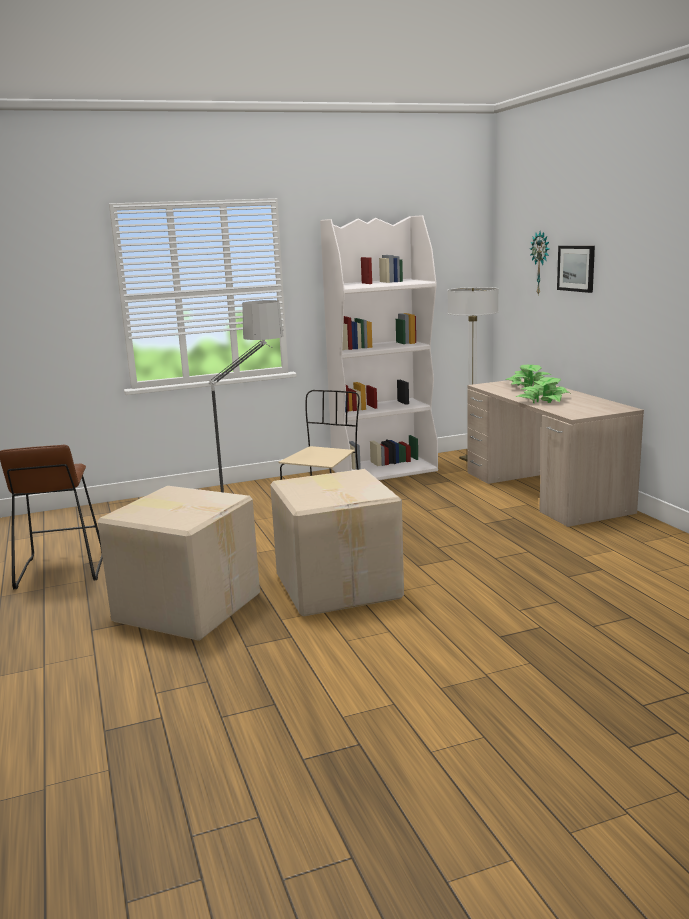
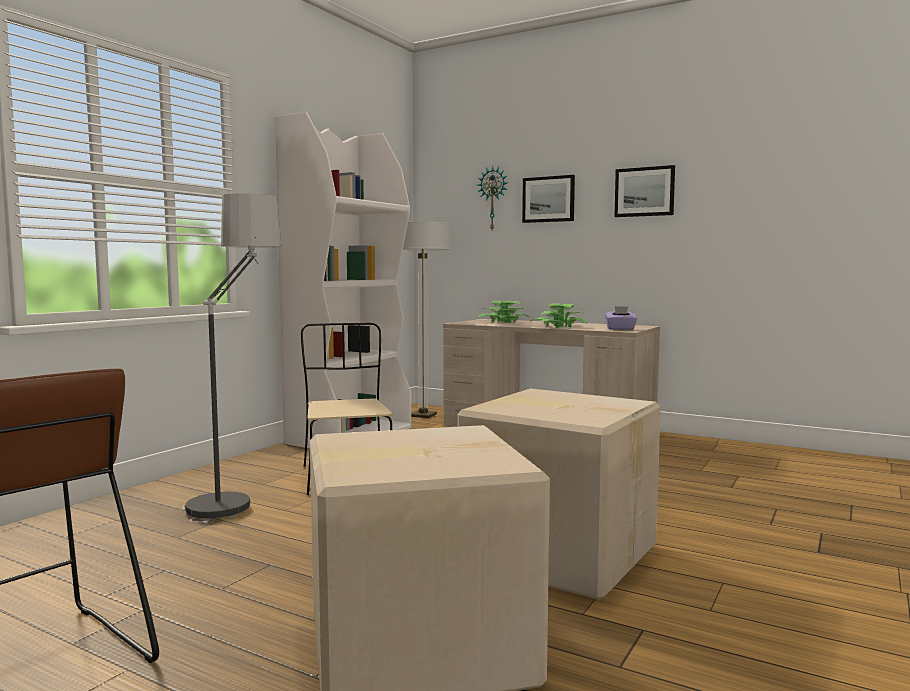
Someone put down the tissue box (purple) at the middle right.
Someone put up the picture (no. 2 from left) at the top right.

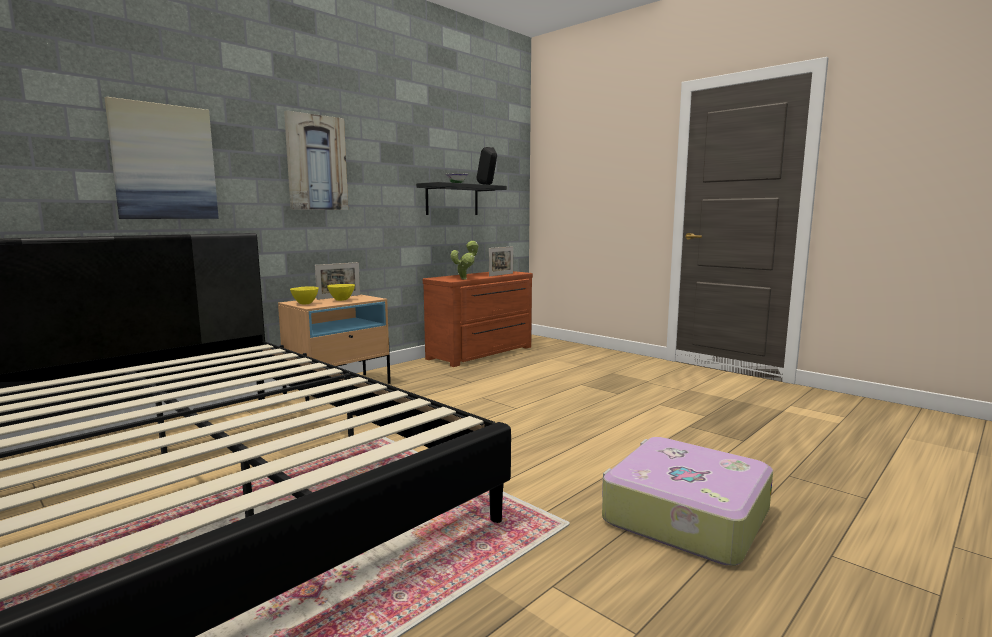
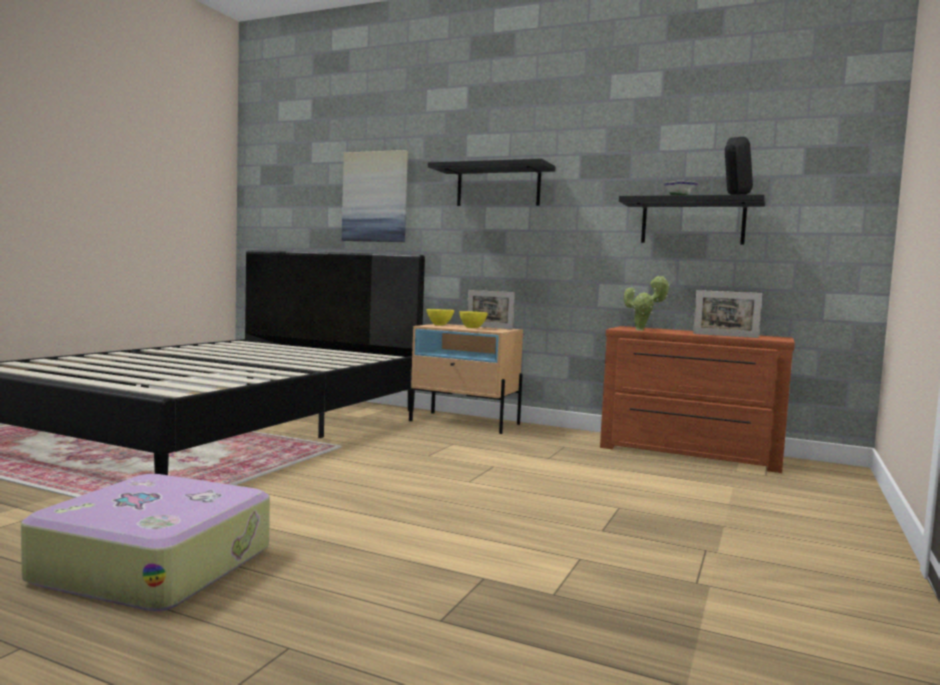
Someone swapped the picture (no. 2 from left) at the top left for the shelf (black) (no. 1 from left) at the top centre.

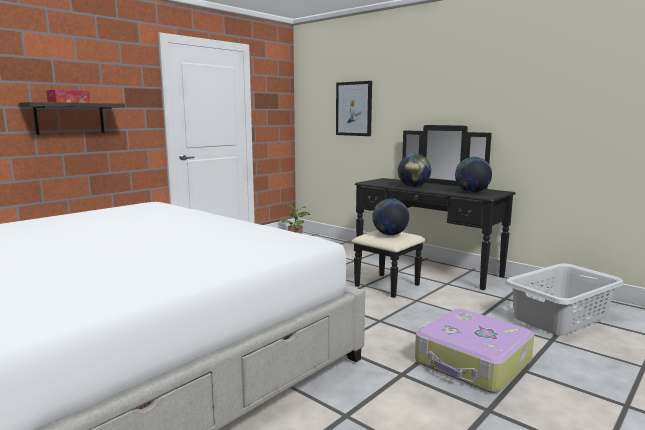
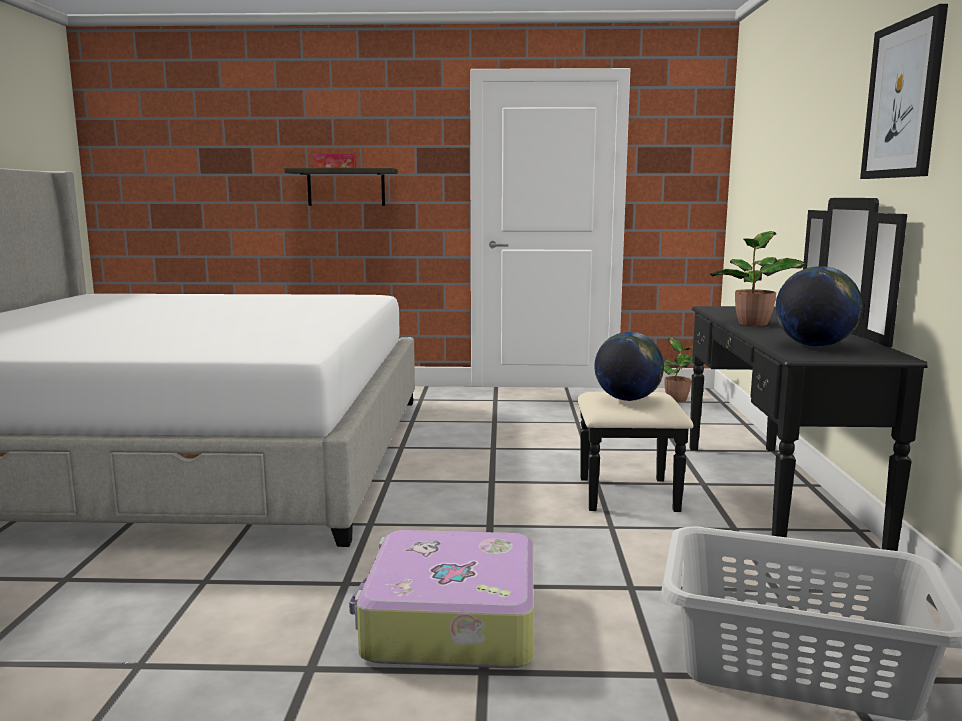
Someone carried the picture from the top centre to the top right.
Someone swapped the globe (no. 2 from left) at the centre for the potted plant (no. 2 from left) at the middle right.

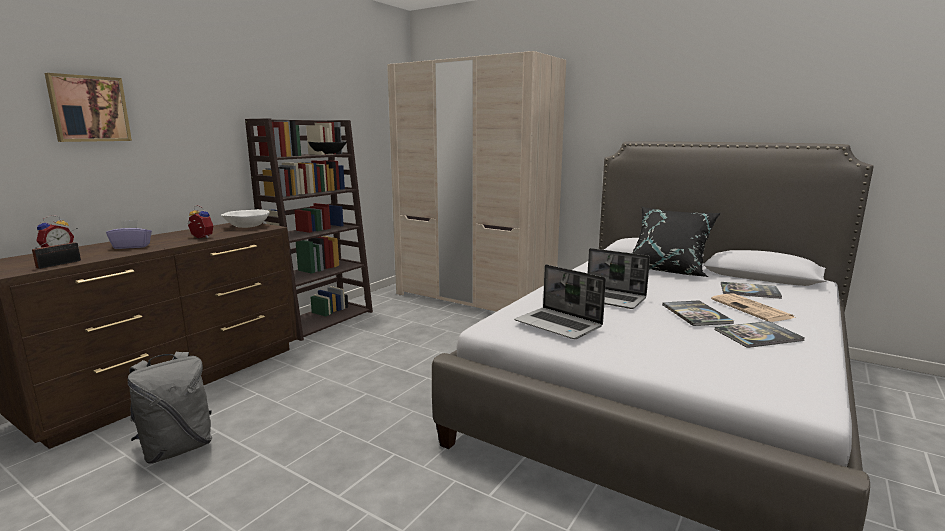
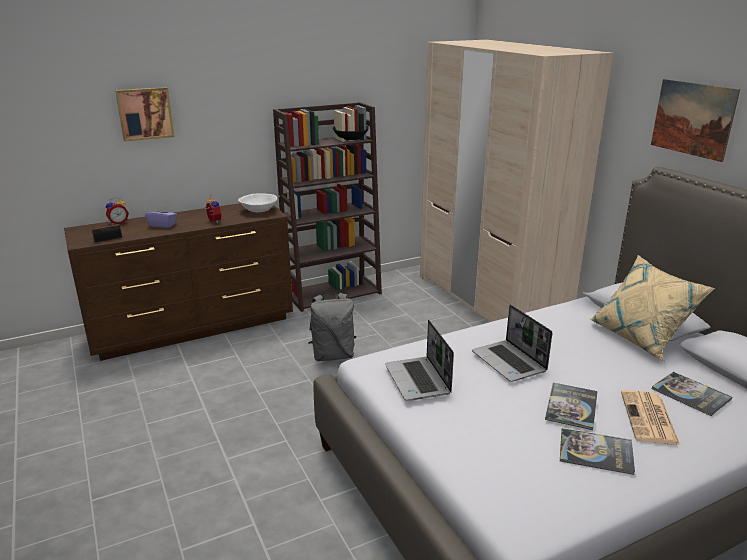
Someone put up the picture (no. 2 from left) at the top right.
Someone carried the backpack (grey) from the bottom left to the centre.
Someone repainted the pillow (black) at the middle right, which became the pillow (beige) at the middle right.

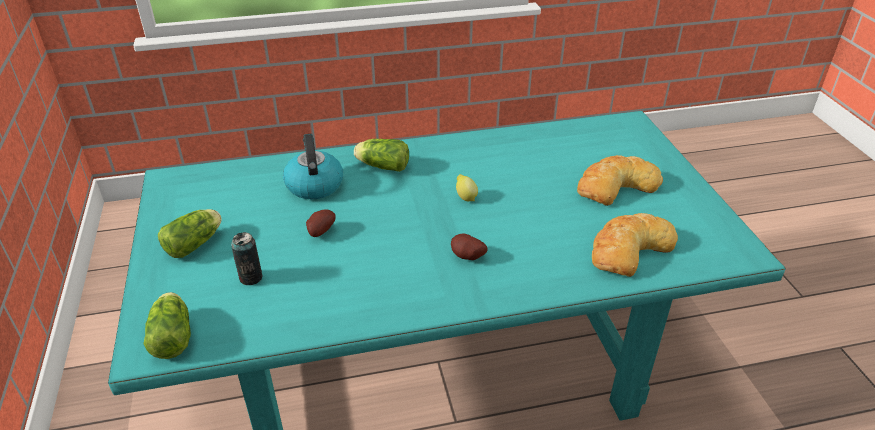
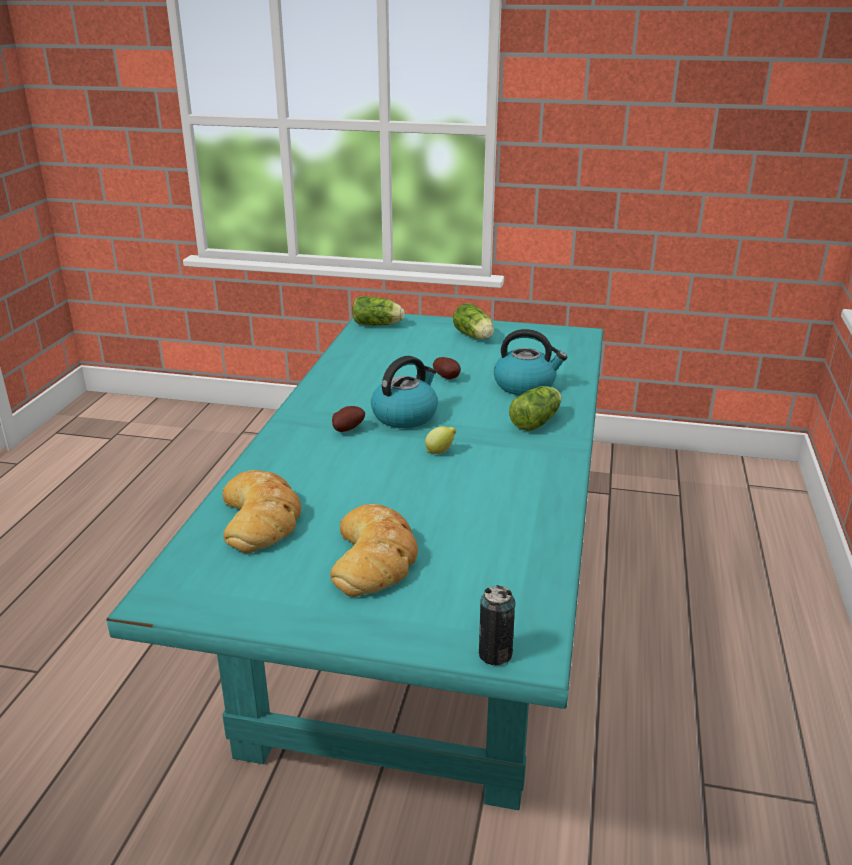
Someone put down the kettle (no. 1 from left) at the centre.
Someone carried the can from the middle left to the bottom centre.

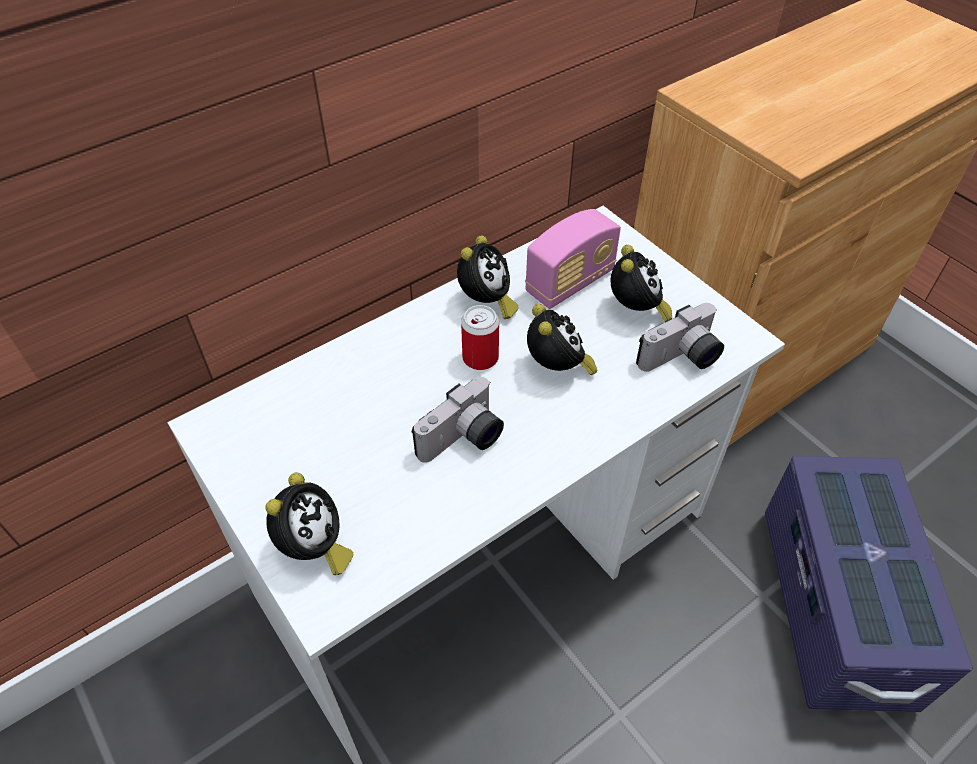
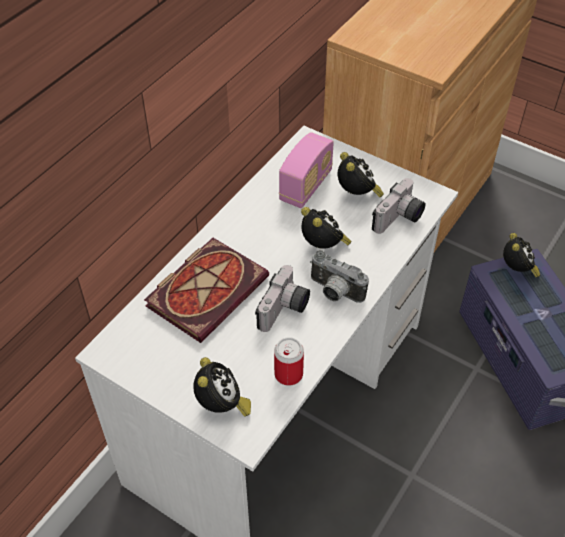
Someone put down the book at the centre.
Someone put down the photo camera (no. 2 from left) at the centre.
Someone carried the alarm clock (no. 2 from left in the first image) from the centre to the middle right.
Someone carried the can from the centre to the bottom centre.

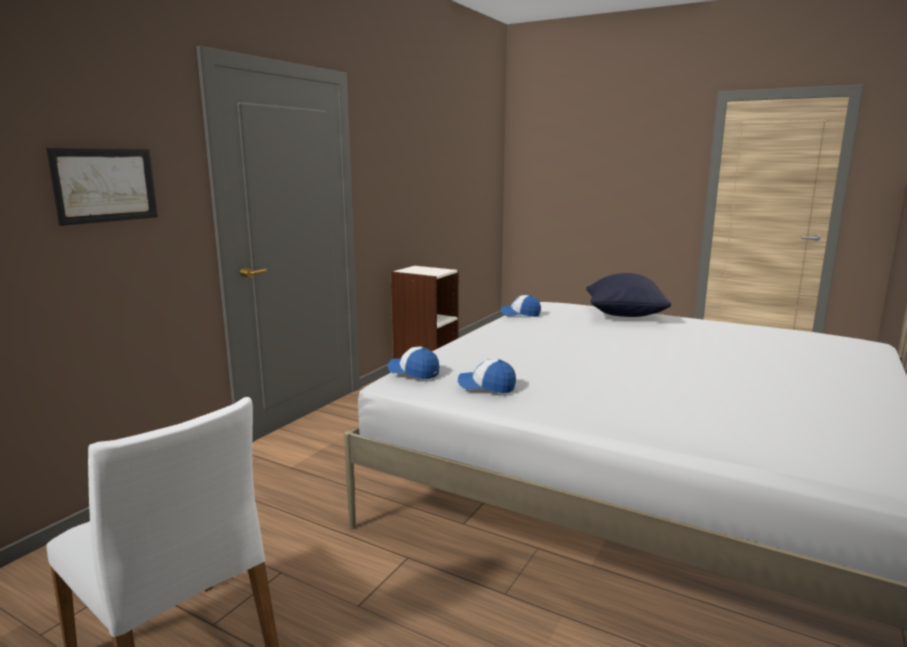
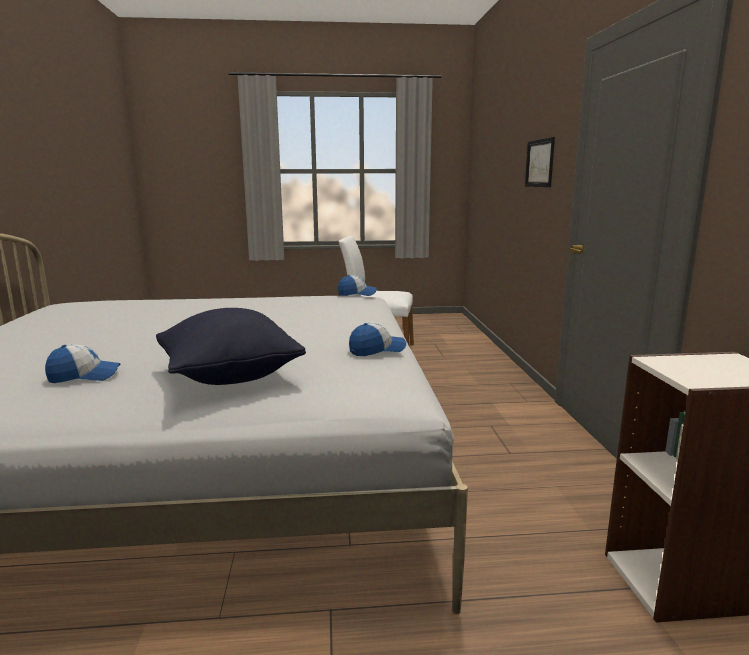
Someone carried the cap (no. 2 from left in the first image) from the centre to the middle left.

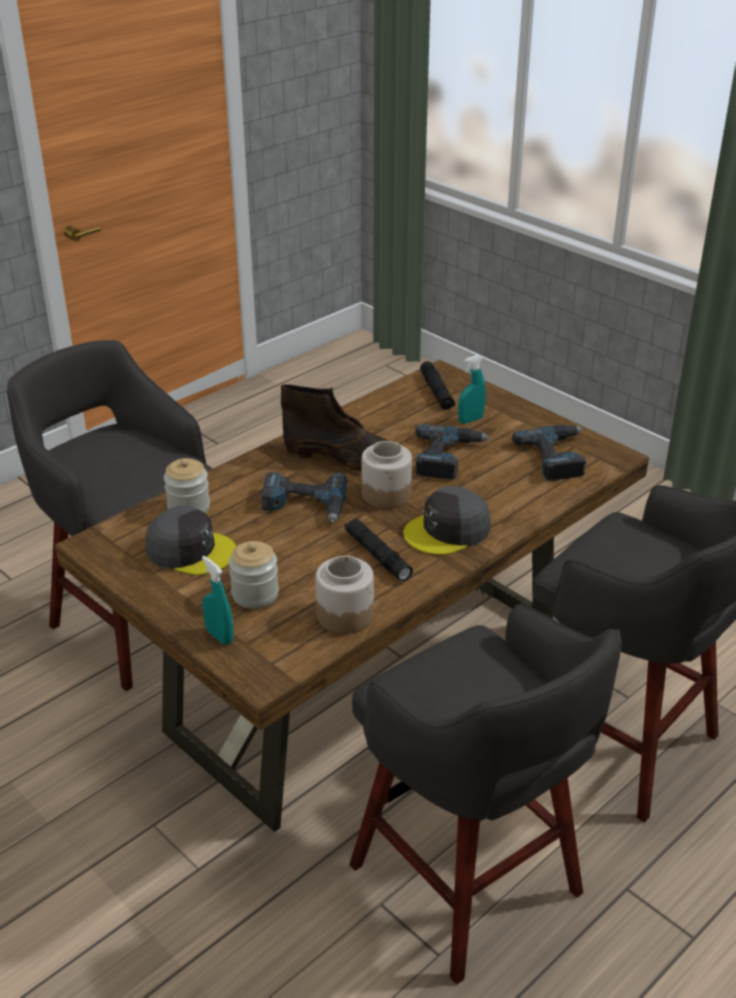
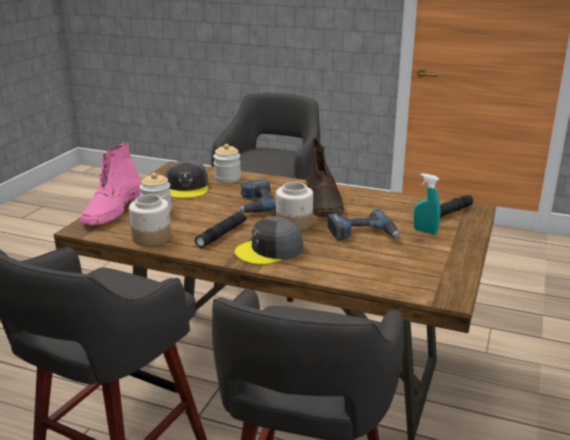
Someone took away the power drill (no. 3 from left) at the middle right.
Someone swapped the spray bottle (turquoise) (no. 1 from left) at the middle left for the boot (pink) at the middle left.
Someone rotated the cap (grey) (no. 2 from left) at the centre by 60 degrees counterclockwise.

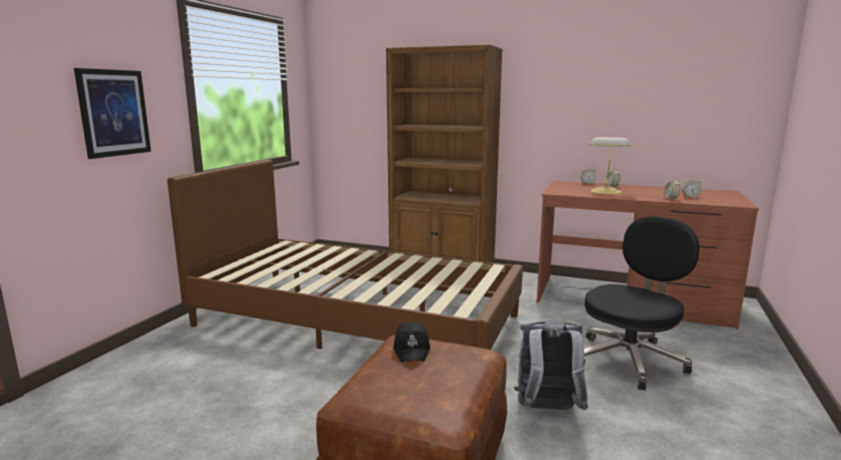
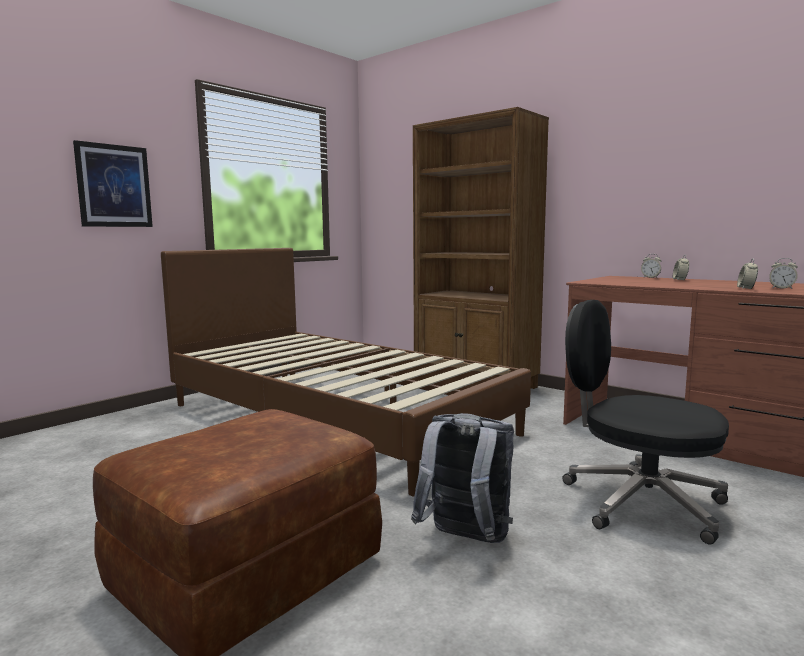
Someone took away the cap (black) at the bottom centre.
Someone took away the table lamp at the middle right.
Someone rotated the office chair (black) at the middle right by 120 degrees counterclockwise.

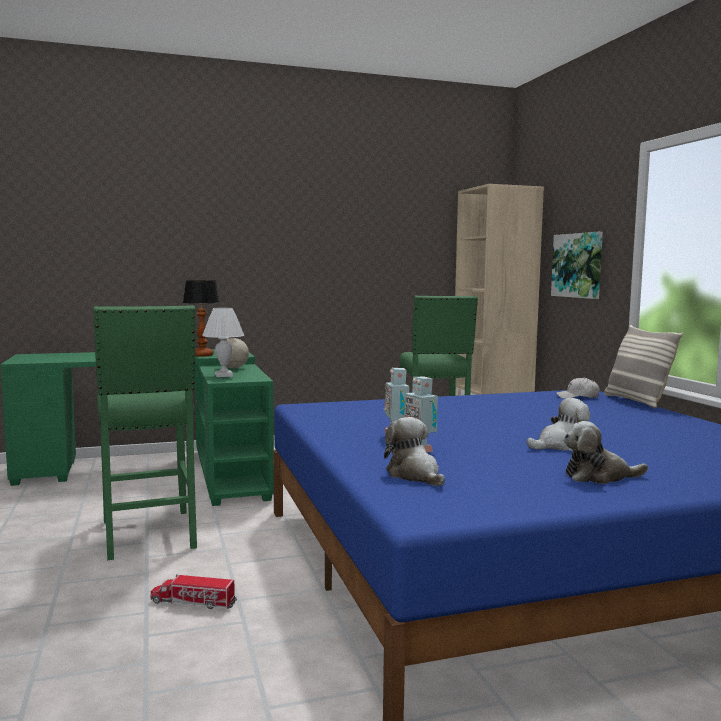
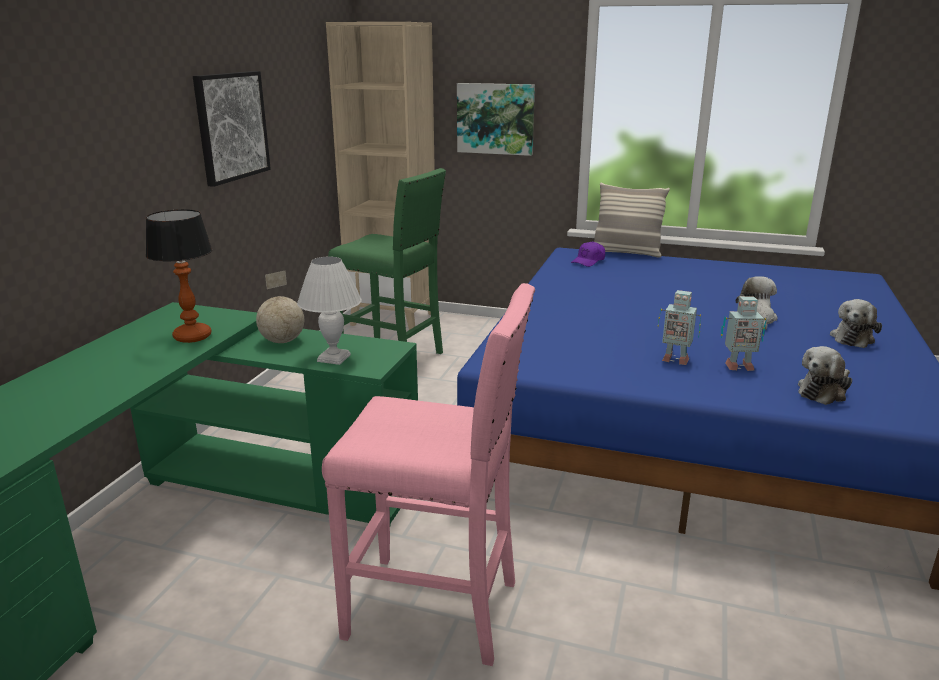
Someone took away the toy truck at the bottom left.
Someone put up the picture (no. 1 from left) at the top left.
Someone repainted the stool (green) (no. 1 from left) at the middle left, which became the stool (pink) at the bottom centre.
Someone repainted the cap (white) at the middle right, which became the cap (purple) at the centre.
Someone rotated the plush toy (no. 1 from left in the first image) at the centre by 45 degrees counterclockwise.

